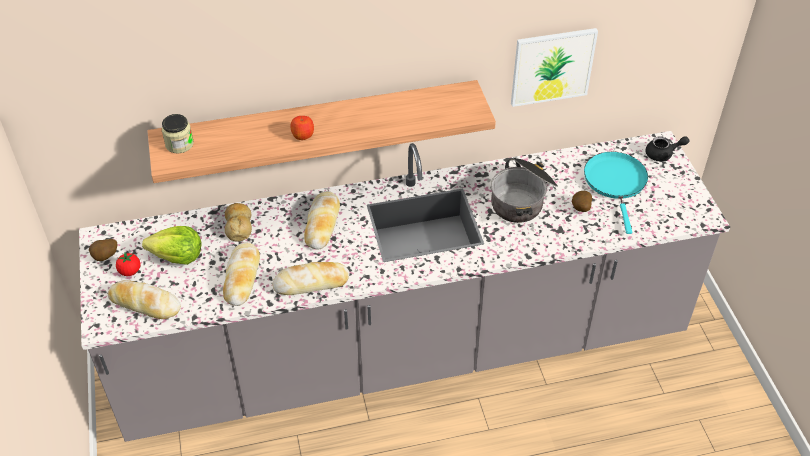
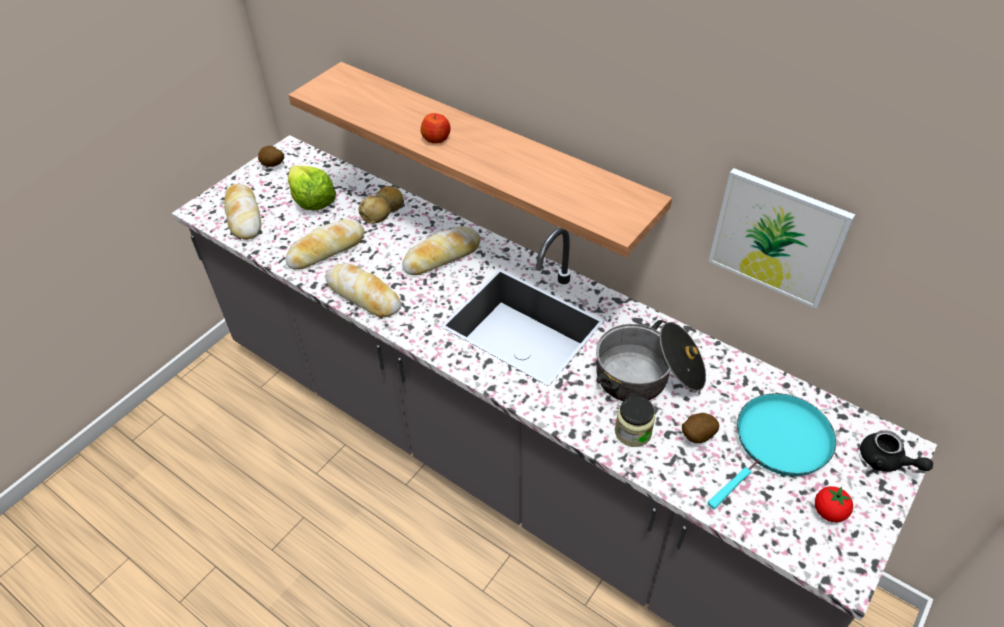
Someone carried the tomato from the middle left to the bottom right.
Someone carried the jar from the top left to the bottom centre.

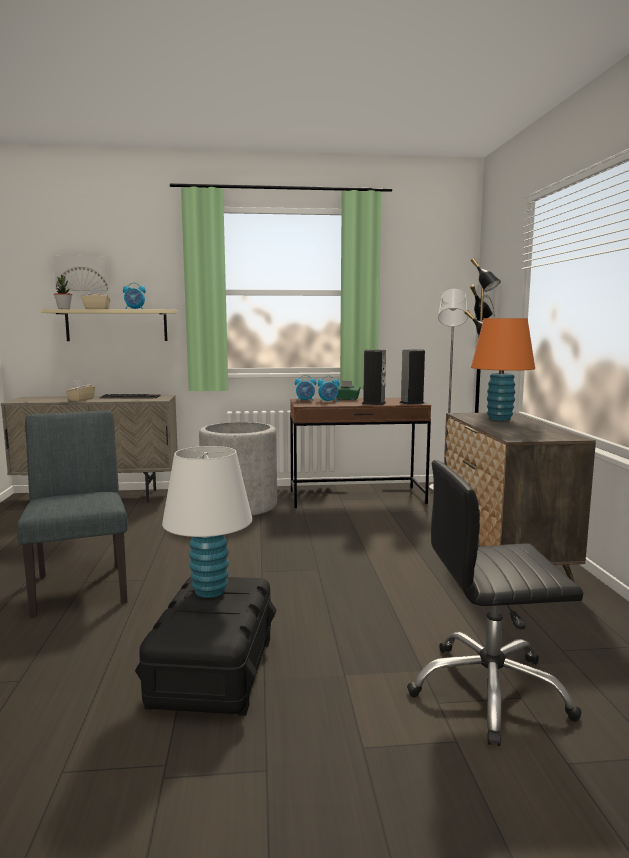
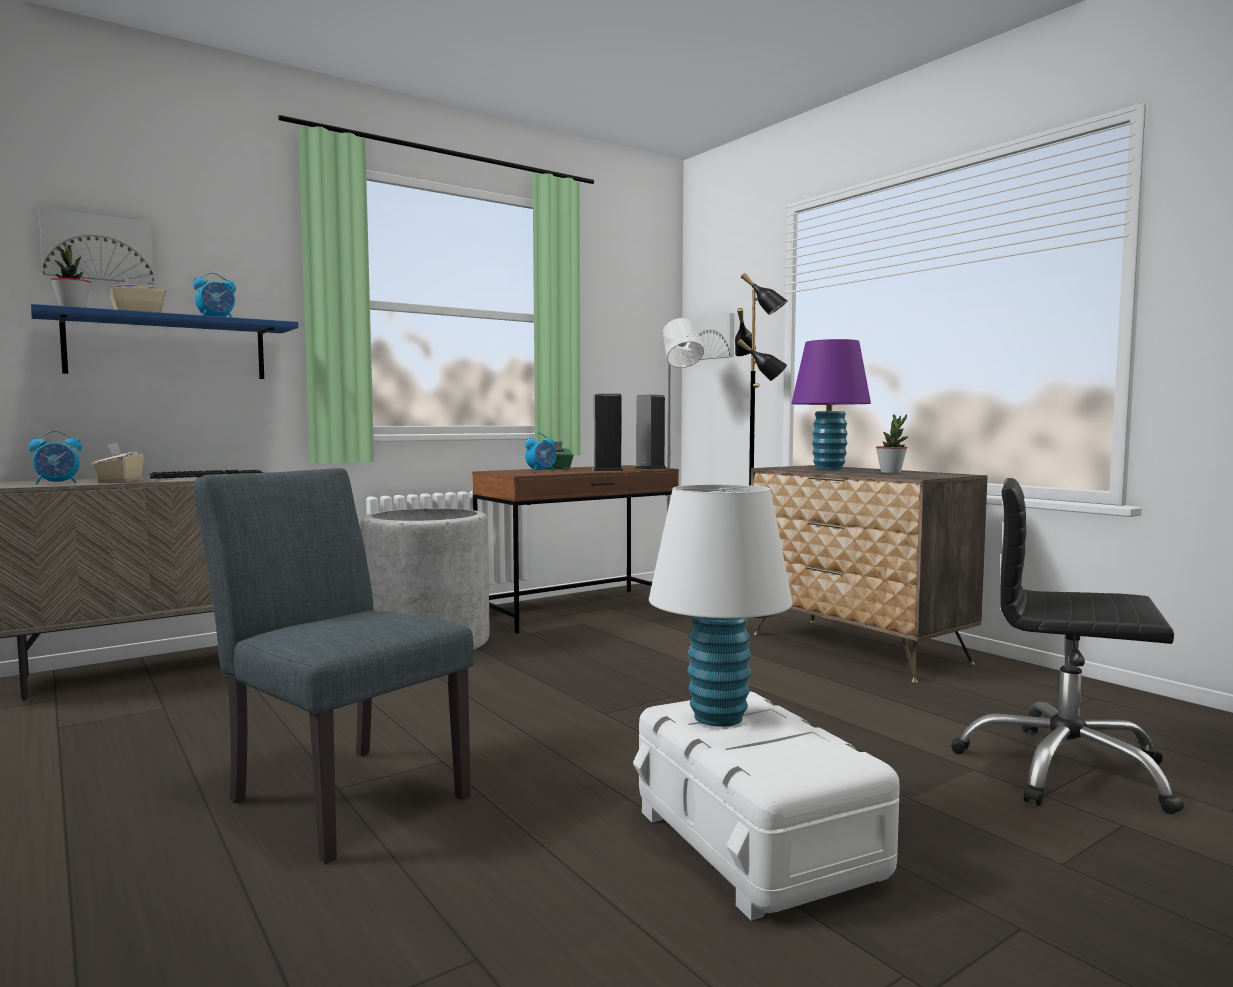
Someone put down the potted plant (no. 2 from left) at the middle right.
Someone carried the alarm clock (no. 2 from left in the first image) from the centre to the middle left.
Someone repainted the shelf (beige) at the middle left, which became the shelf (blue) at the middle left.
Someone repainted the storage box (black) at the bottom left, which became the storage box (white) at the bottom centre.
Someone repainted the table lamp (orange) at the middle right, which became the table lamp (purple) at the middle right.
Someone rotated the office chair (black) at the bottom right by 60 degrees clockwise.

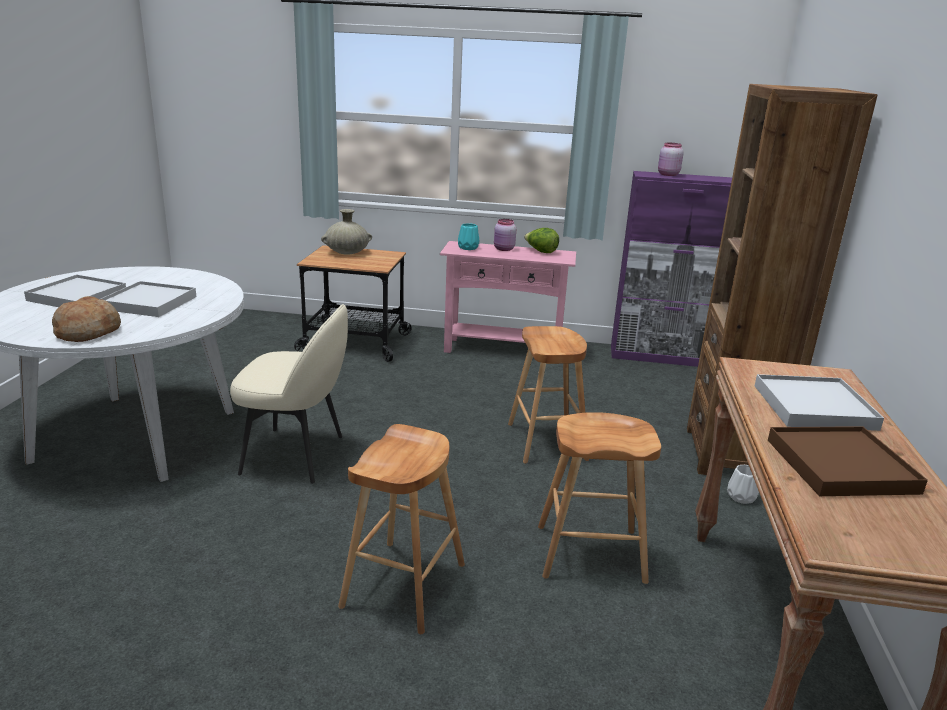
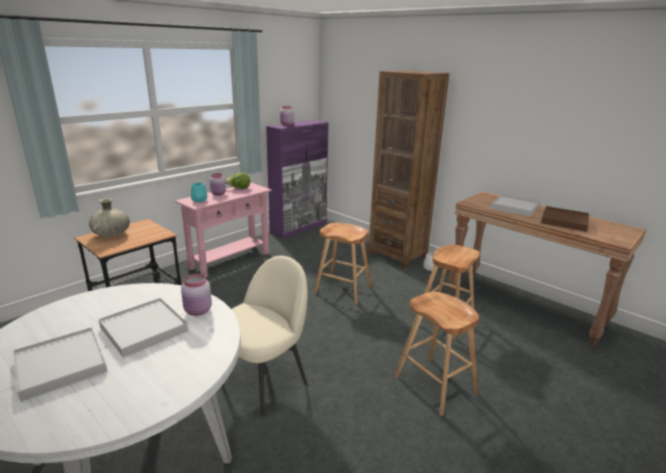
Someone took away the bread at the middle left.
Someone put down the jar (pink) (no. 1 from left) at the middle left.

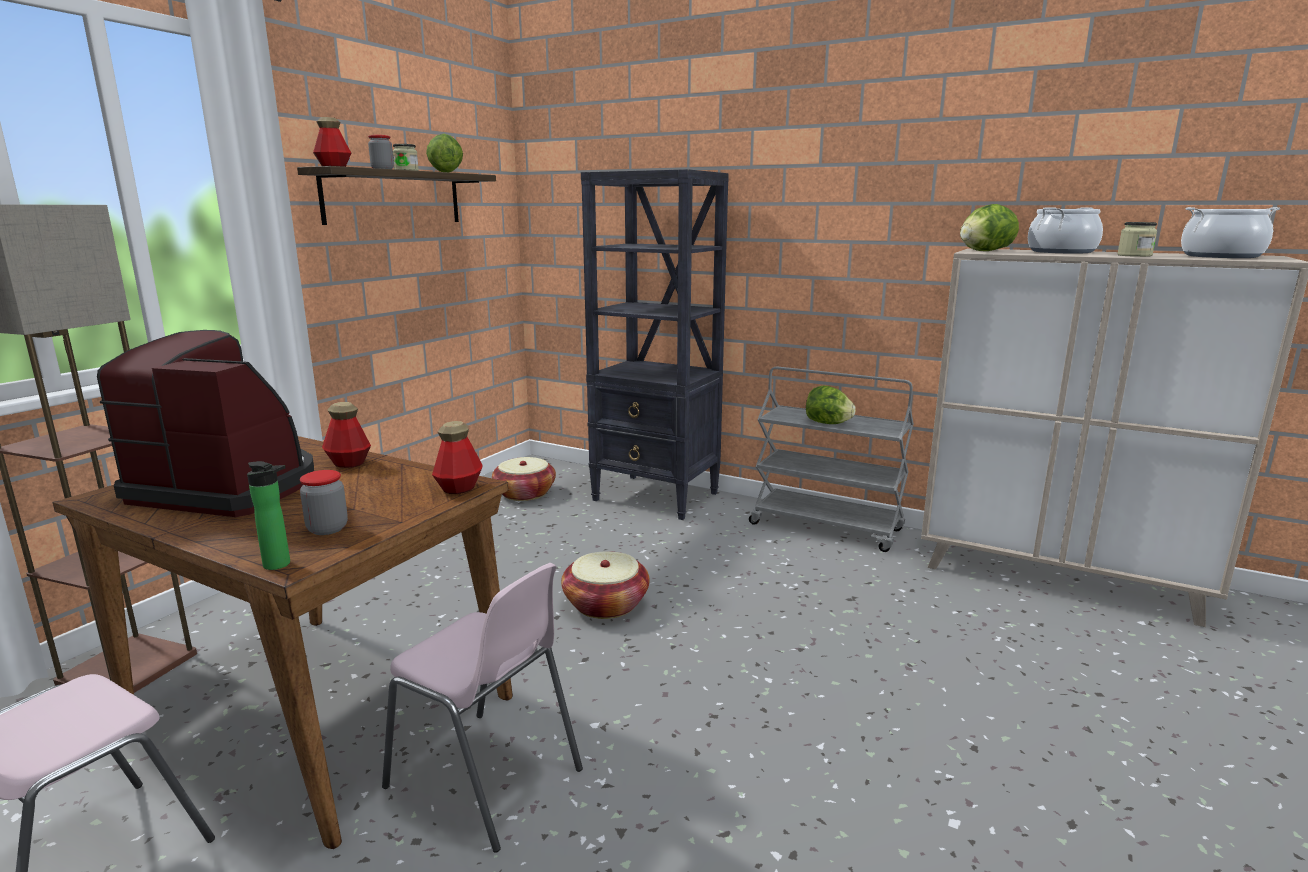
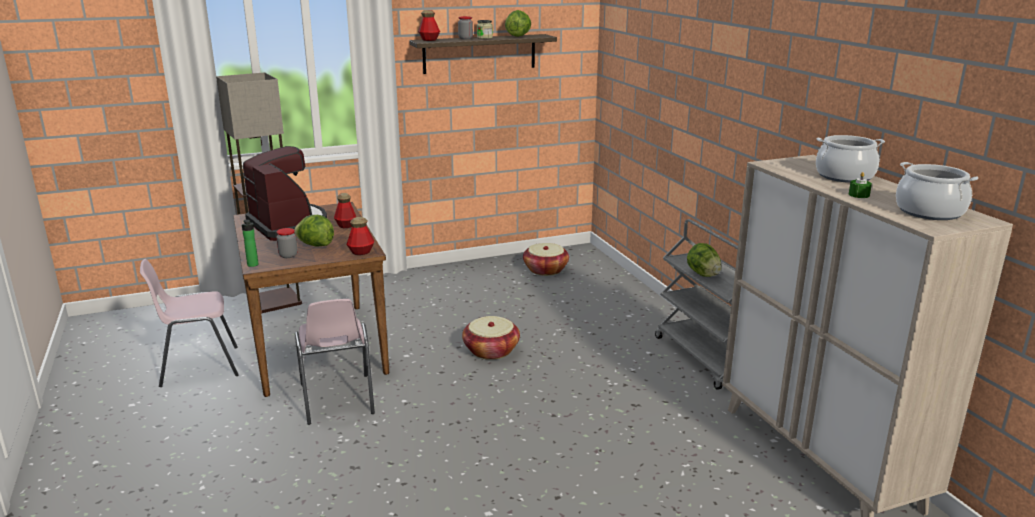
Someone took away the bookcase (black) at the centre.
Someone carried the lettuce (no. 3 from left in the first image) from the top right to the middle left.
Someone swapped the jar (no. 4 from left) at the top right for the candle (green) at the middle right.

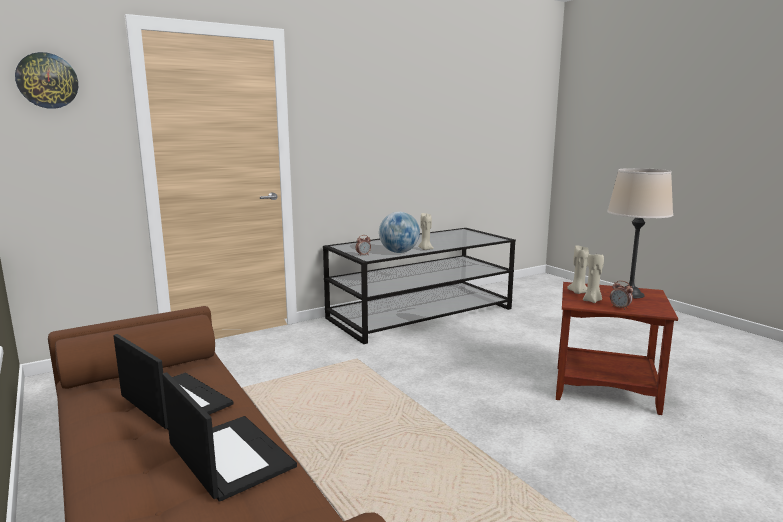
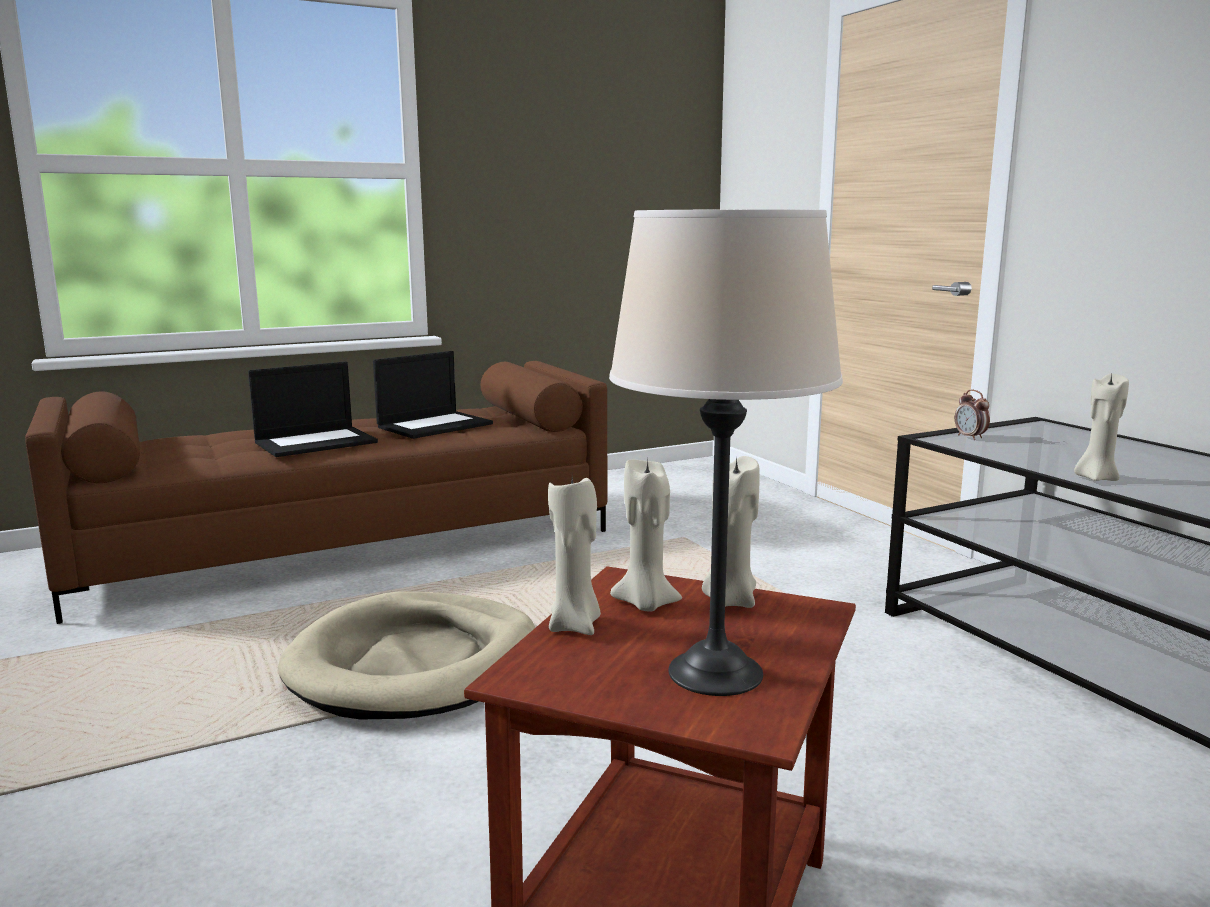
Someone took away the wall clock at the top left.
Someone took away the globe at the centre.
Someone put down the dog bed (beige) at the bottom centre.
Someone swapped the alarm clock (no. 2 from left) at the middle right for the candle (beige) (no. 1 from left) at the centre.

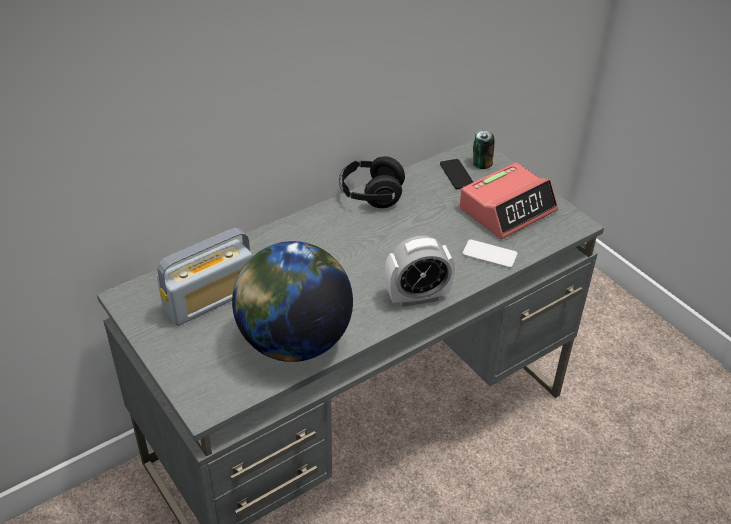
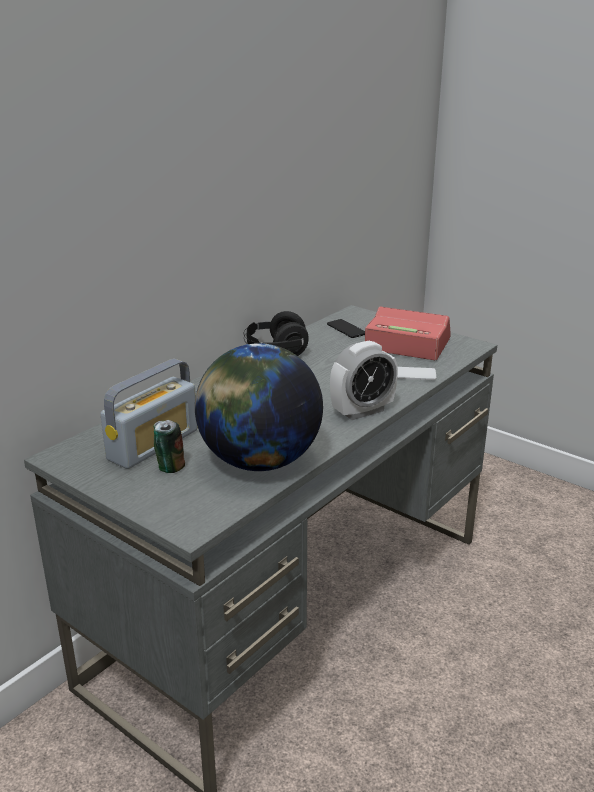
Someone carried the can from the top centre to the middle left.
Someone rotated the alarm clock (no. 2 from left) at the middle right by 105 degrees counterclockwise.

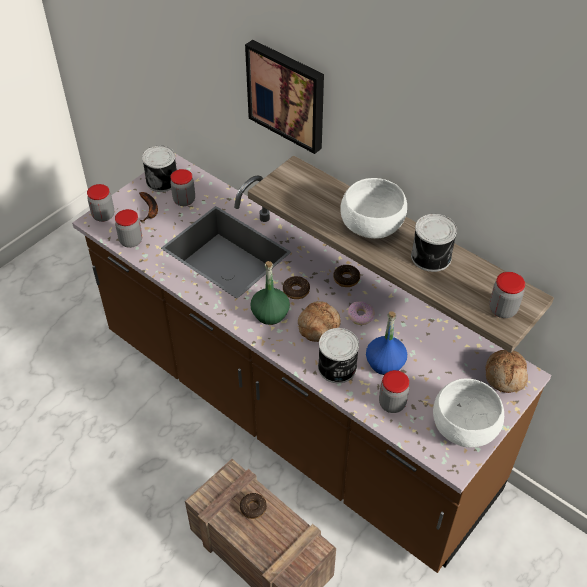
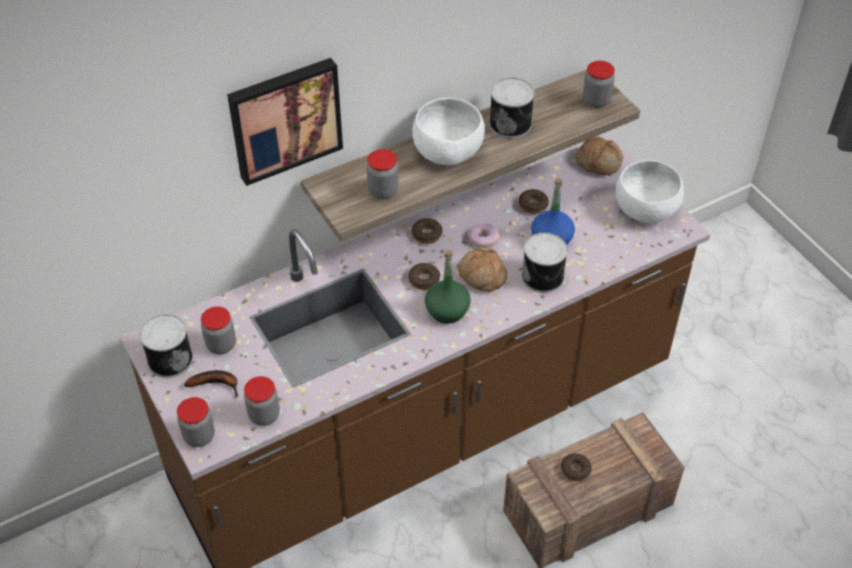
Someone put down the donut (no. 4 from left) at the centre.
Someone carried the jar (no. 4 from left) from the middle right to the top centre.

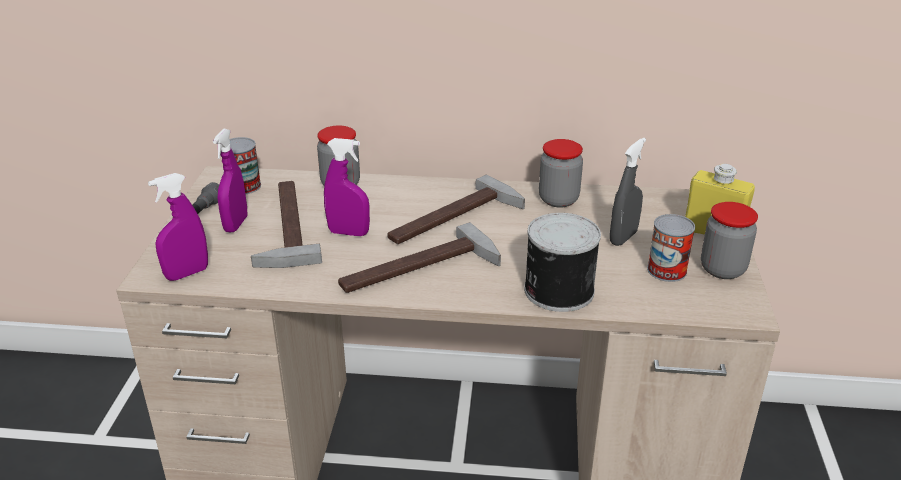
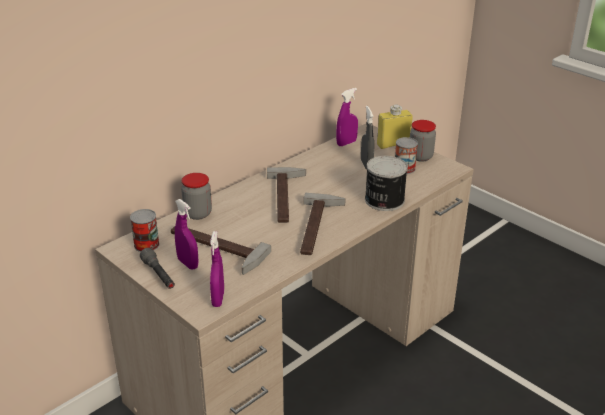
Someone took away the jar (no. 2 from left) at the centre.
Someone carried the spray bottle (purple) (no. 3 from left) from the centre to the top centre.

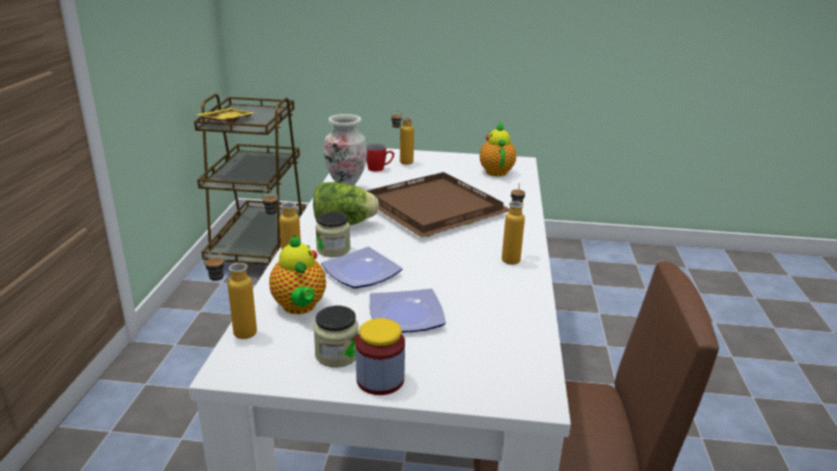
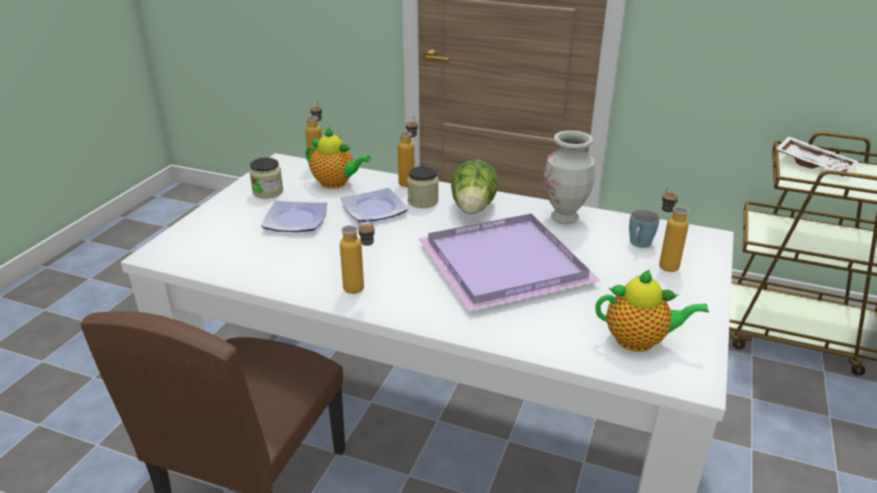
Someone took away the jar (no. 3 from left) at the bottom centre.
Someone repainted the tray (yellow) at the top left, which became the tray (white) at the top right.
Someone repainted the mug (red) at the centre, which became the mug (blue) at the middle right.
Someone repainted the tray (brown) at the centre, which became the tray (purple) at the centre.
Someone rotated the teapot (no. 1 from left) at the centre by 150 degrees counterclockwise.

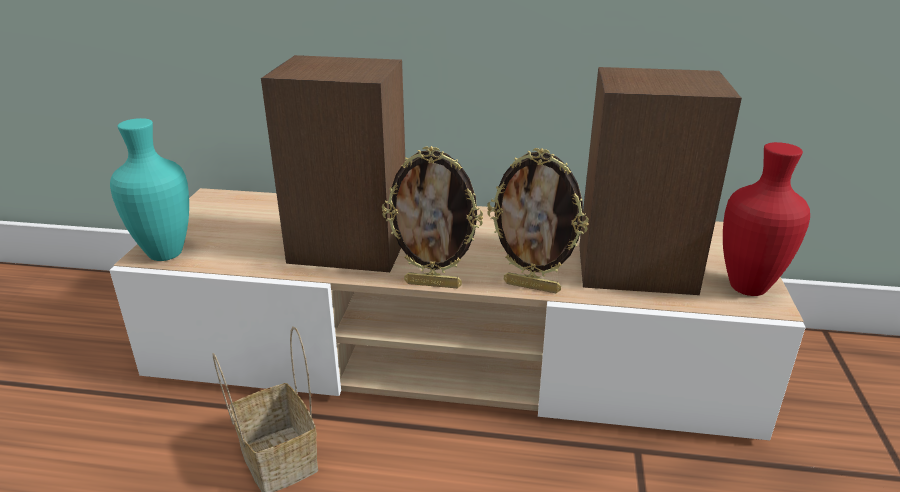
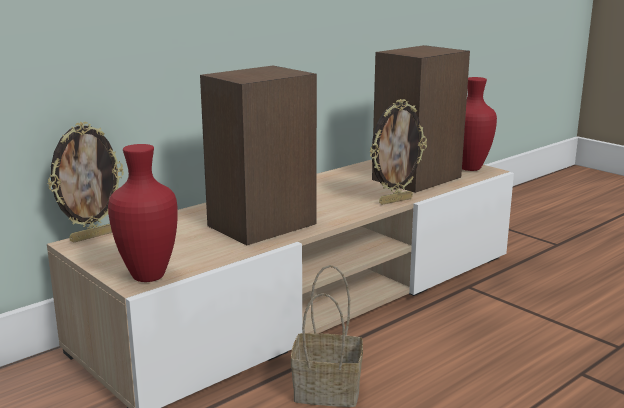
Someone carried the picture frame (no. 1 from left) from the centre to the middle left.
Someone repainted the vase (turquoise) at the middle left, which became the vase (red) (no. 1 from left) at the middle left.

